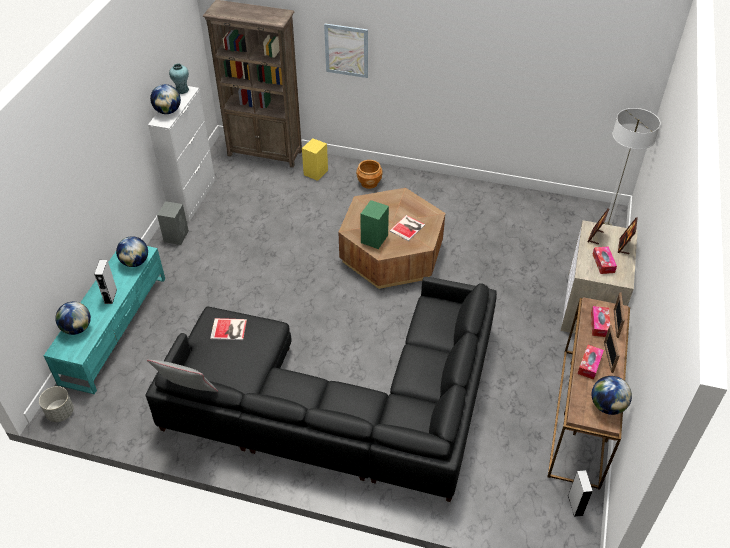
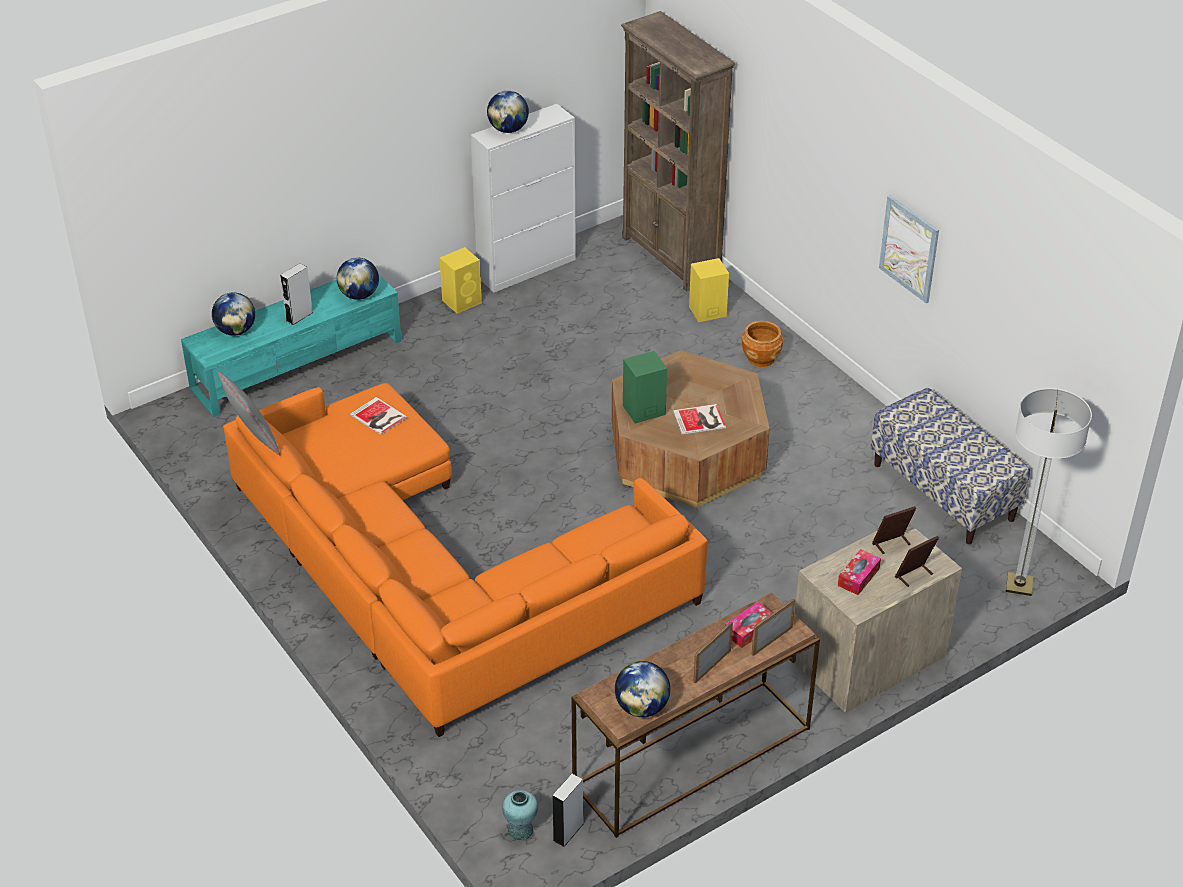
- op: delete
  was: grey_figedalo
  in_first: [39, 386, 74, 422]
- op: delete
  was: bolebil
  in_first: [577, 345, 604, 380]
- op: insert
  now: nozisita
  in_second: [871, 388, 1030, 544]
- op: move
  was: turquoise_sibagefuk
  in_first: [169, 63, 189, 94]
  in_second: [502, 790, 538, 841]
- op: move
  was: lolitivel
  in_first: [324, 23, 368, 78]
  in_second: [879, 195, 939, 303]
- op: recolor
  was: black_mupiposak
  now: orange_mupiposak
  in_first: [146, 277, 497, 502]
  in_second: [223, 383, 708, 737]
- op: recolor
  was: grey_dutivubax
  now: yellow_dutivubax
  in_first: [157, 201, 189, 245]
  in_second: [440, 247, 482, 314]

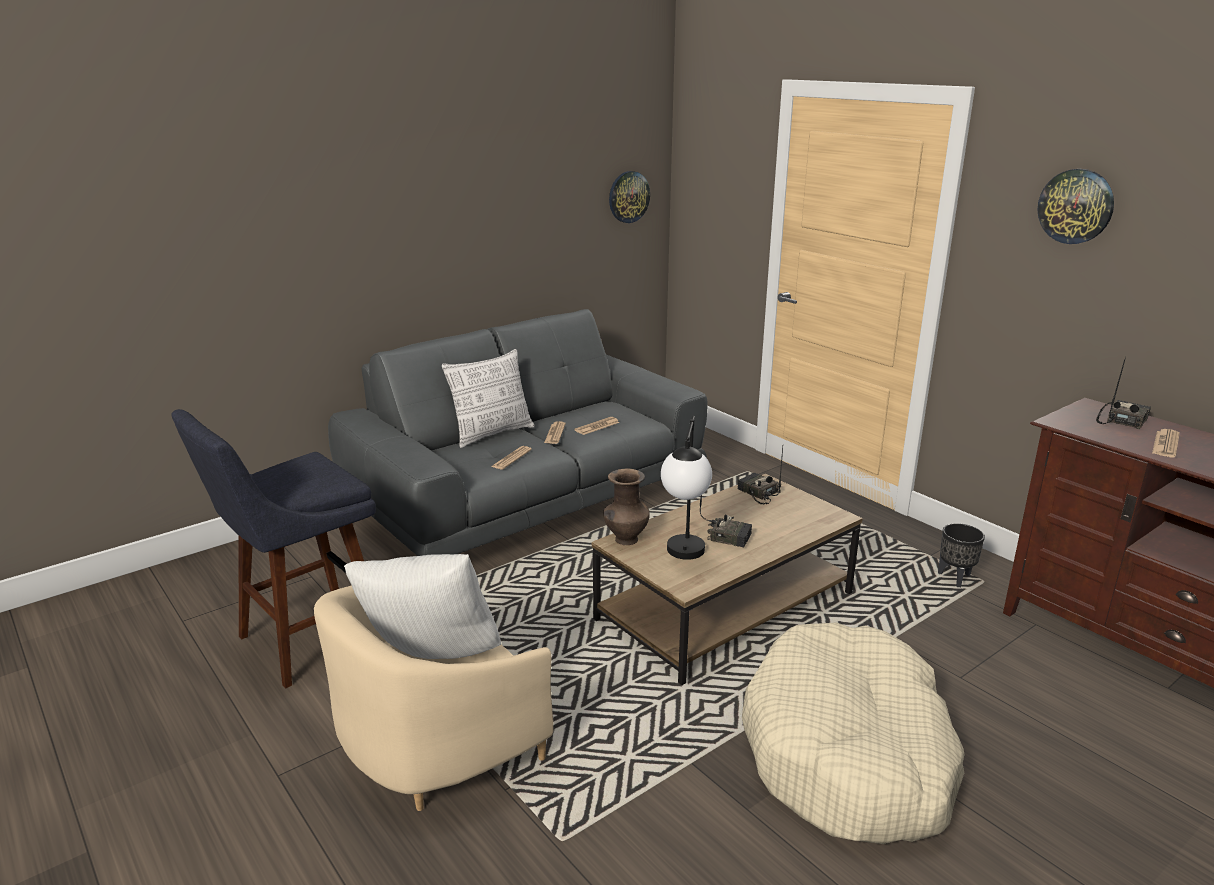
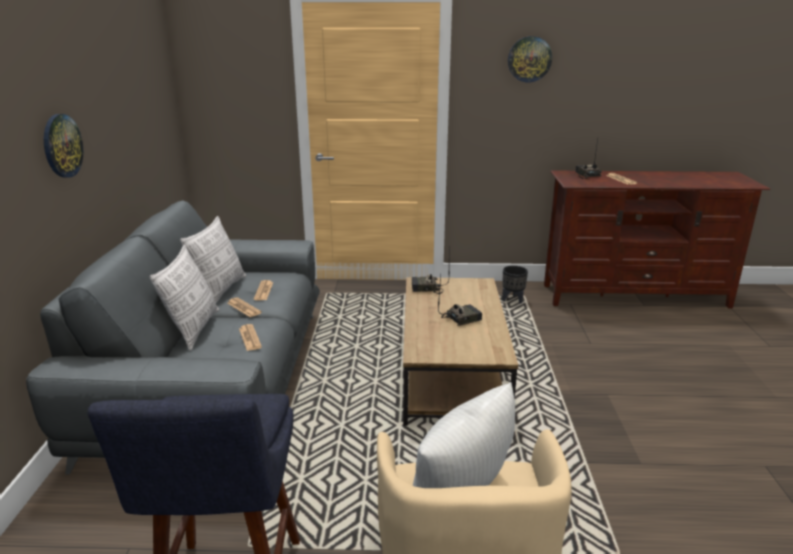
- op: delete
  was: brown_sibagefuk
  in_first: [603, 469, 650, 545]
- op: delete
  was: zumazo
  in_first: [661, 416, 712, 560]
- op: delete
  was: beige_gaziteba
  in_first: [742, 622, 965, 844]
- op: insert
  now: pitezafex
  in_second: [180, 216, 246, 303]
- op: move
  was: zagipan
  in_first: [609, 171, 650, 223]
  in_second: [44, 114, 83, 178]

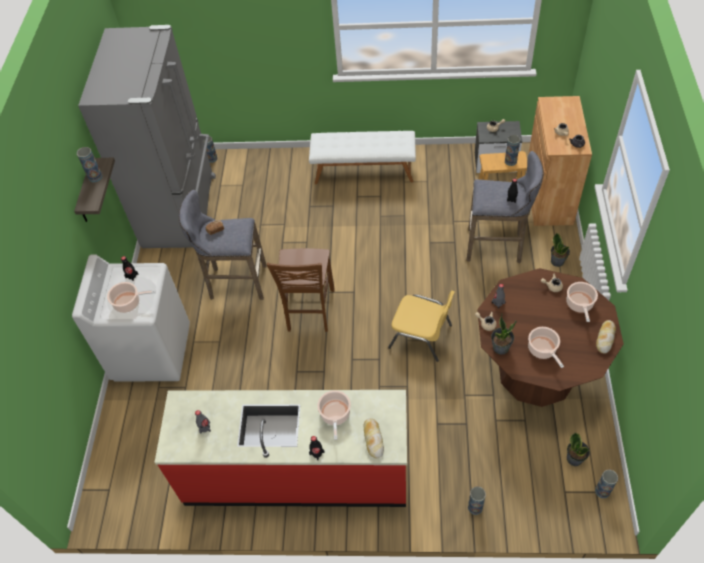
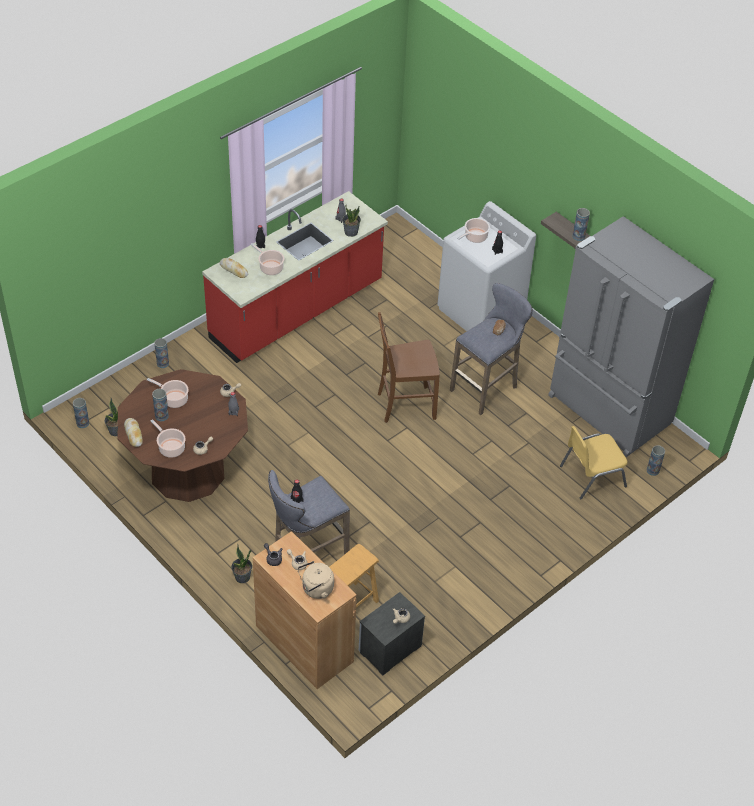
- op: delete
  was: white_nozisita
  in_first: [309, 131, 416, 184]
- op: insert
  now: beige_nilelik
  in_second: [297, 561, 334, 599]
- op: move
  was: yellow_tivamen
  in_first: [388, 291, 455, 362]
  in_second: [560, 426, 628, 500]
- op: move
  was: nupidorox
  in_first: [491, 313, 517, 355]
  in_second: [342, 206, 361, 237]
- op: move
  was: sibagefuk
  in_first: [505, 135, 520, 166]
  in_second: [152, 388, 169, 421]
- op: rotate
  was: brown_tivamen
  in_first: [267, 248, 335, 332]
  in_second: [378, 312, 440, 423]
  clockwise: -60

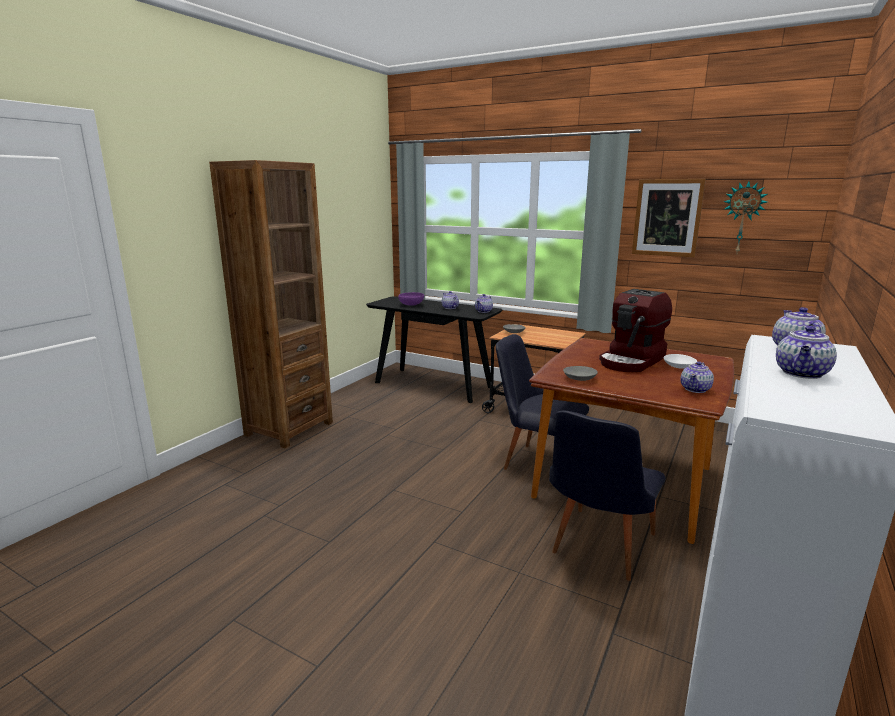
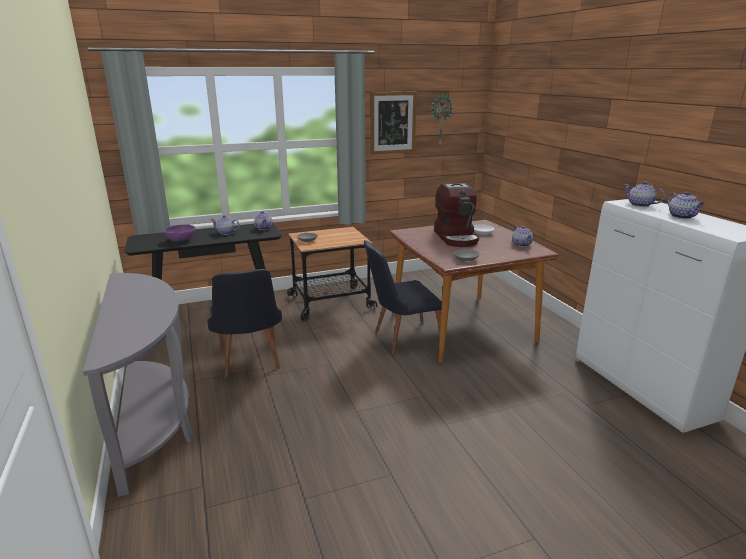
- op: move
  was: black_tivamen
  in_first: [549, 411, 666, 581]
  in_second: [207, 269, 282, 377]
- op: replace
  was: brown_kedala
  now: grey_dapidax
  in_first: [209, 160, 333, 448]
  in_second: [83, 273, 193, 497]

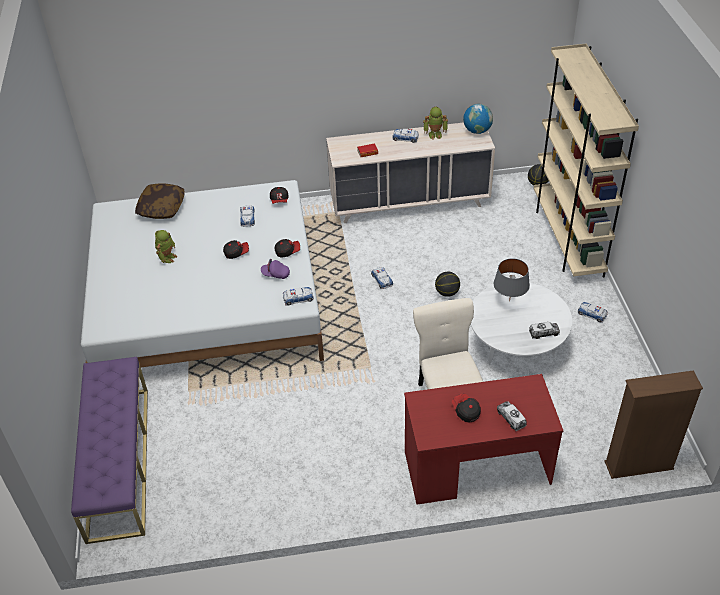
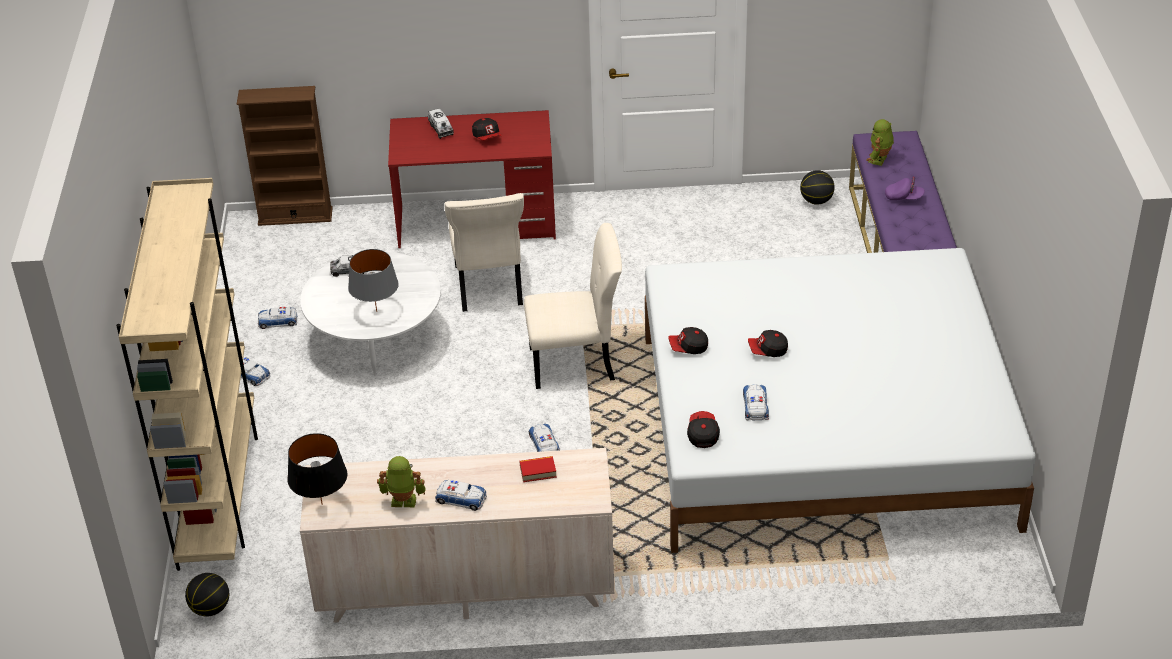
- op: delete
  was: pitezafex
  in_first: [135, 183, 185, 219]
- op: insert
  now: beige_tivamen
  in_second: [524, 223, 622, 389]
- op: move
  was: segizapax
  in_first: [155, 230, 178, 263]
  in_second: [866, 119, 894, 166]
- op: move
  was: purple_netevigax
  in_first: [261, 259, 290, 279]
  in_second: [885, 177, 925, 200]
- op: move
  was: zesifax
  in_first: [283, 287, 314, 306]
  in_second: [258, 307, 298, 329]
- op: move
  was: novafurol
  in_first: [435, 272, 460, 297]
  in_second: [800, 170, 835, 205]
- op: replace
  was: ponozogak
  now: black_zumazo
  in_first: [463, 104, 493, 134]
  in_second: [287, 433, 347, 505]

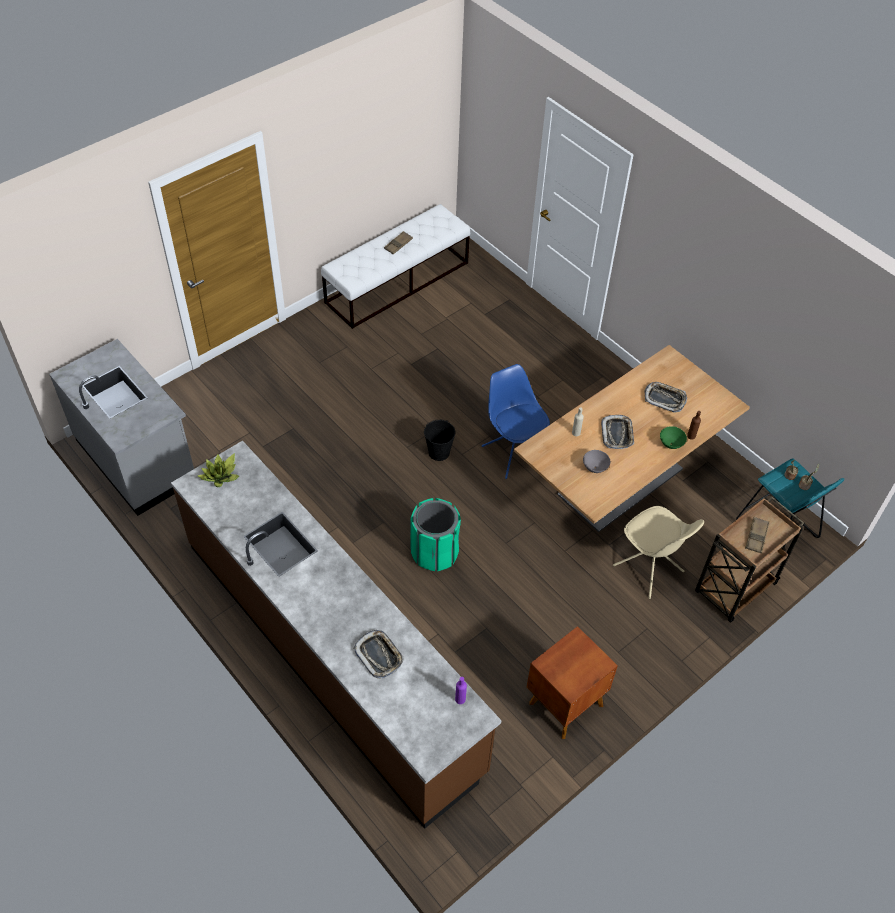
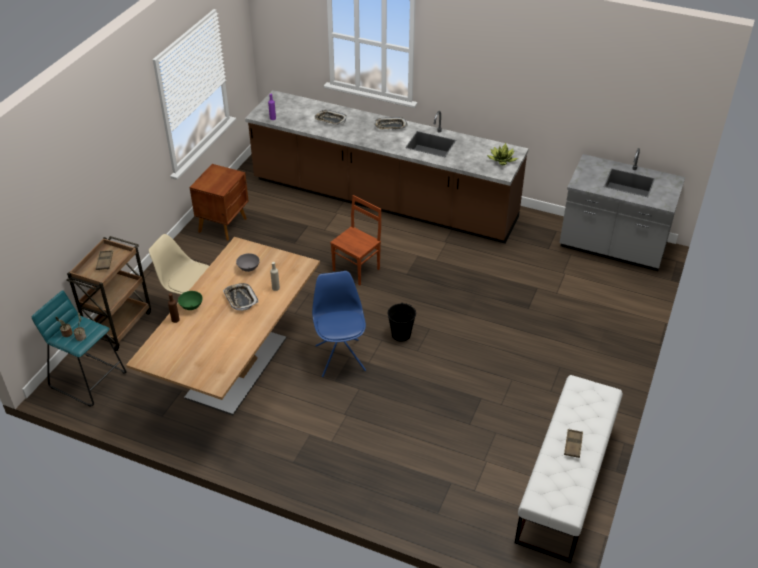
- op: move
  was: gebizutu
  in_first: [645, 382, 687, 412]
  in_second: [375, 117, 407, 129]
- op: replace
  was: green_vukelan
  now: brown_tivamen
  in_first: [410, 498, 461, 571]
  in_second: [330, 195, 381, 286]
- op: rotate
  was: blue_tivamen
  in_first: [482, 364, 550, 479]
  in_second: [312, 271, 366, 377]
  clockwise: -135

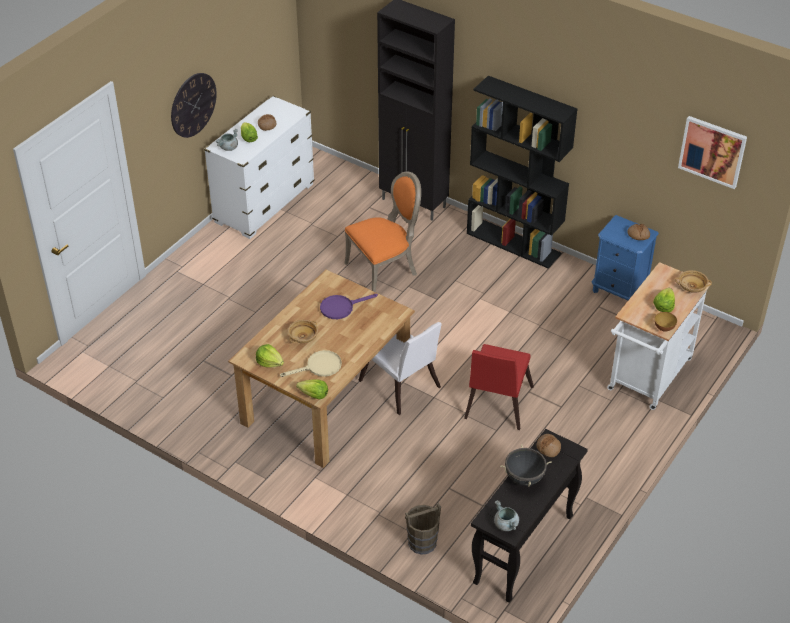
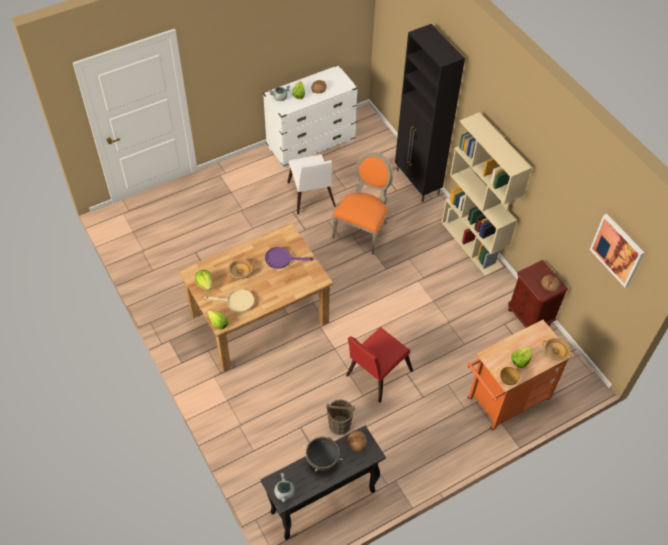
- op: delete
  was: zagipan
  in_first: [171, 73, 217, 138]
- op: move
  was: white_tivamen
  in_first: [359, 322, 442, 415]
  in_second: [288, 155, 336, 214]
- op: move
  was: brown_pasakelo
  in_first: [405, 503, 441, 555]
  in_second: [326, 399, 355, 435]
- op: recolor
  was: black_kedala
  now: beige_kedala
  in_first: [467, 76, 577, 269]
  in_second: [441, 112, 532, 276]
- op: recolor
  was: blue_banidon
  now: brown_banidon
  in_first: [592, 215, 659, 300]
  in_second: [508, 260, 568, 328]
- op: recolor
  was: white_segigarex
  now: orange_segigarex
  in_first: [607, 262, 710, 410]
  in_second: [467, 320, 573, 431]
- op: rotate
  was: orange_tivamen
  in_first: [345, 171, 421, 292]
  in_second: [332, 152, 393, 255]
  clockwise: -60

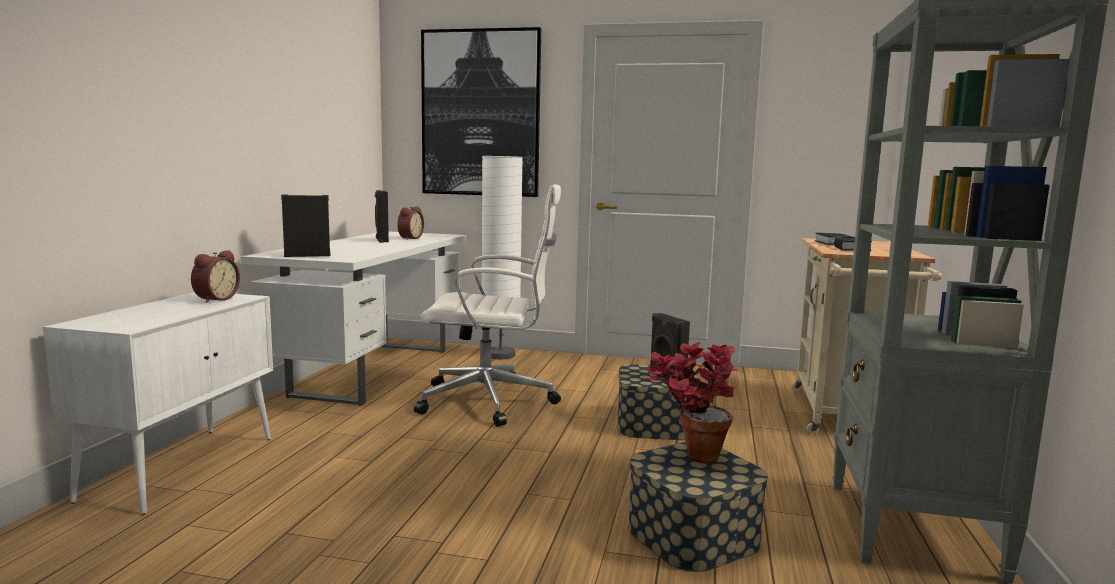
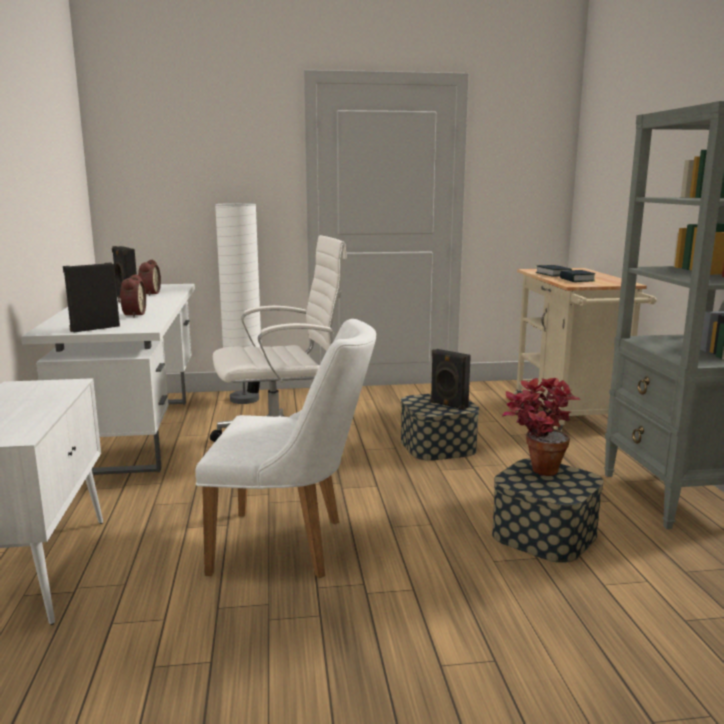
- op: delete
  was: lolitivel
  in_first: [421, 27, 541, 197]
- op: insert
  now: white_tivamen
  in_second: [195, 319, 376, 578]
- op: move
  was: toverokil
  in_first: [191, 250, 240, 303]
  in_second: [118, 274, 146, 318]

